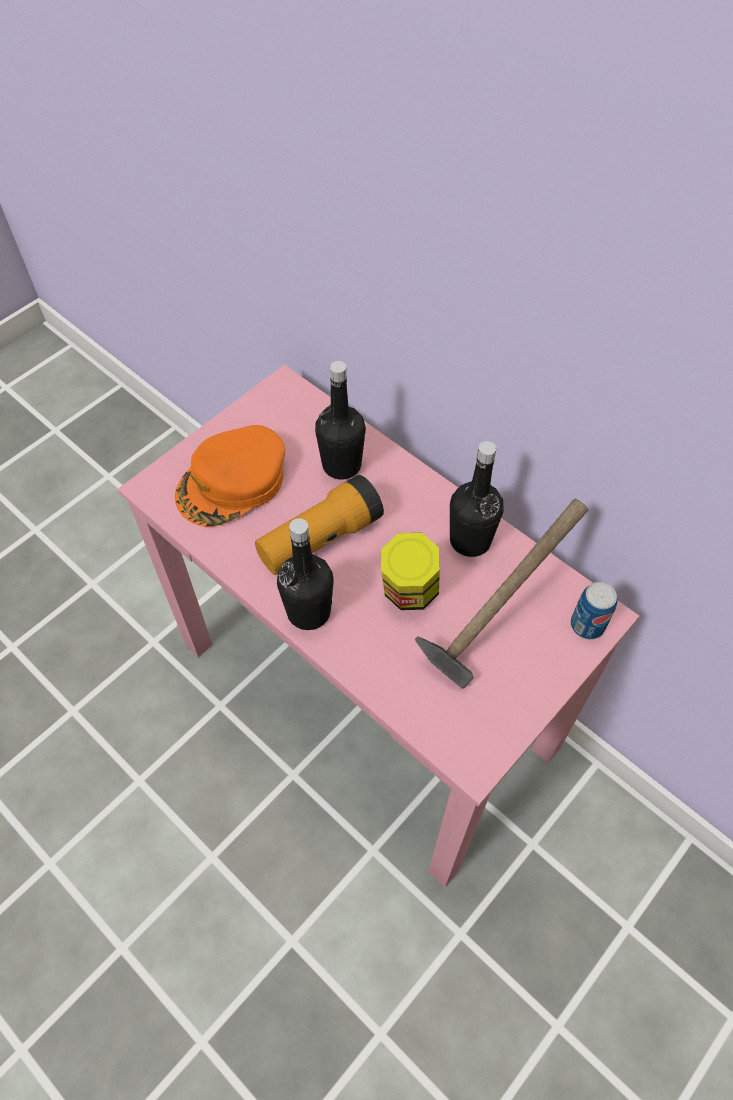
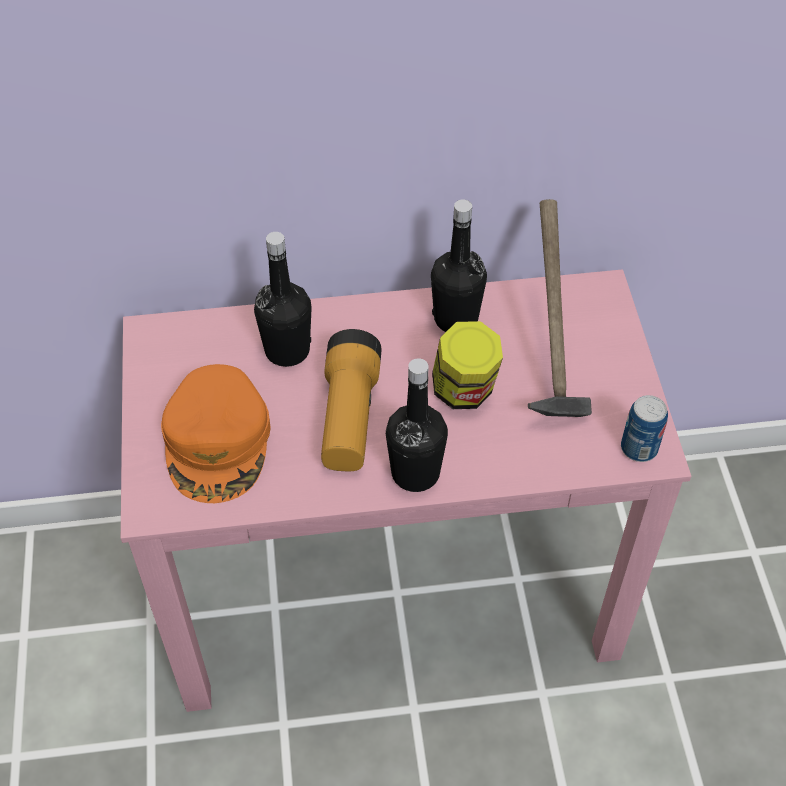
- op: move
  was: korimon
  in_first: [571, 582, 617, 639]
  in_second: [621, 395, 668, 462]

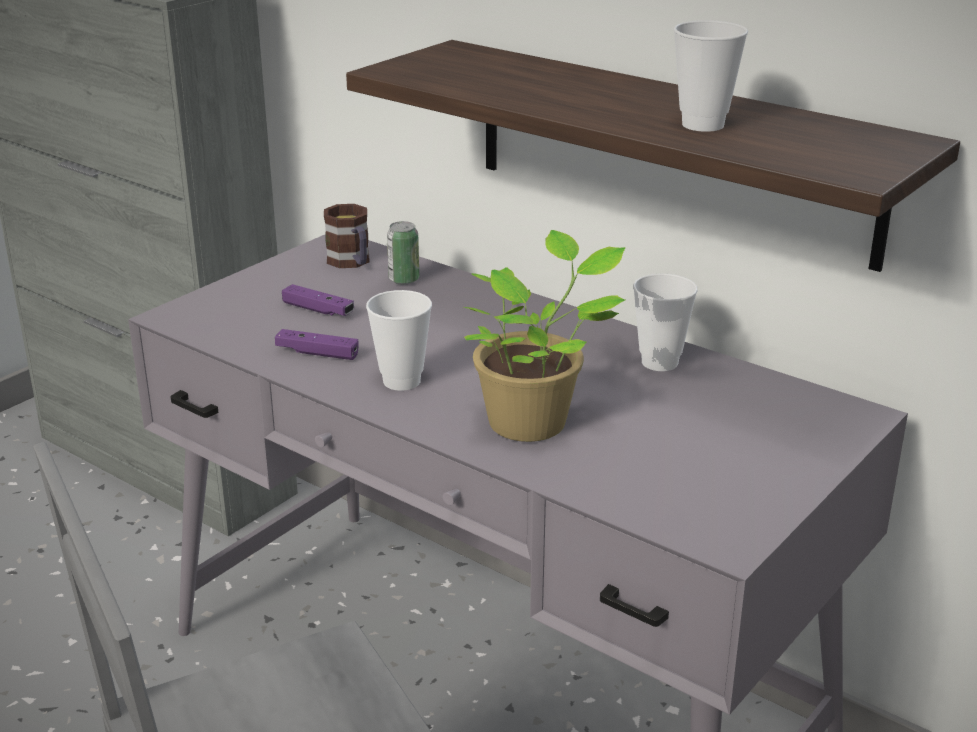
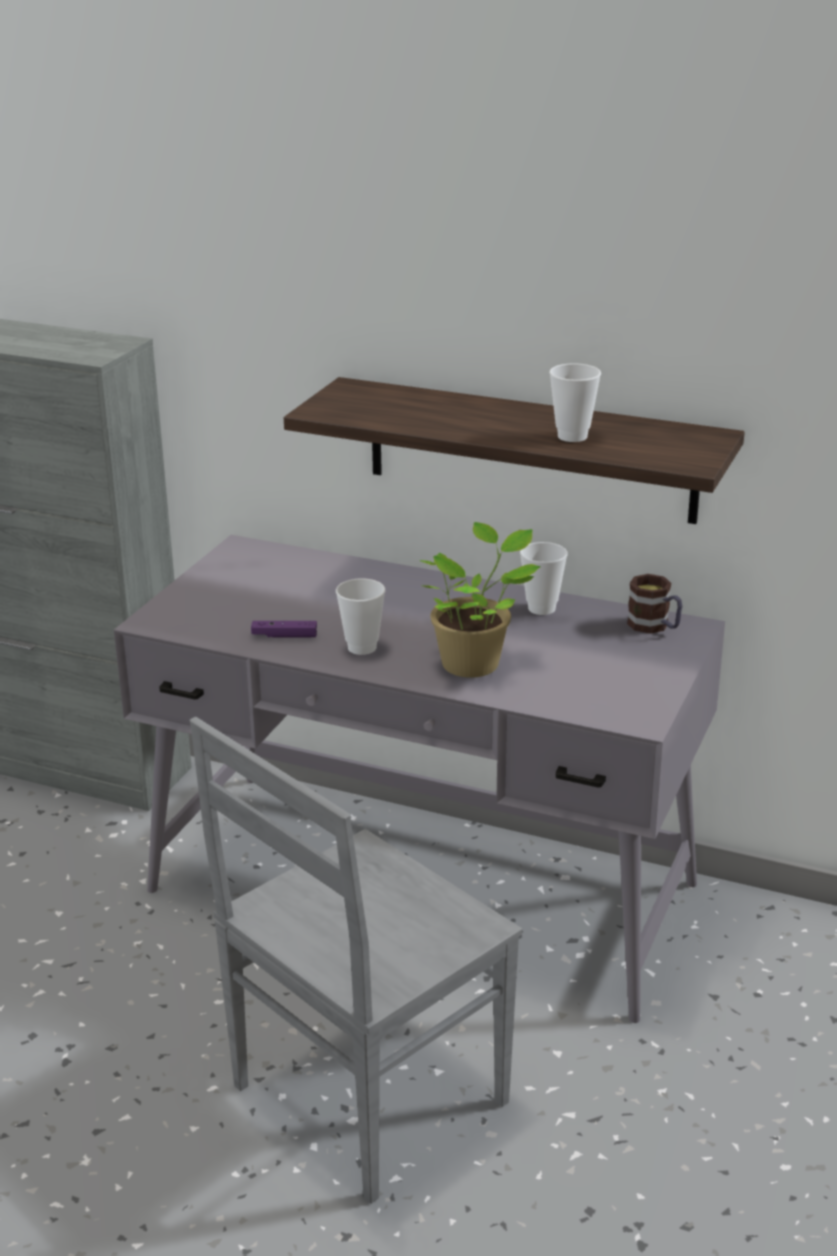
- op: delete
  was: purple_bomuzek
  in_first: [282, 284, 354, 316]
- op: delete
  was: korimon
  in_first: [387, 221, 419, 285]
- op: move
  was: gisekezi
  in_first: [324, 204, 370, 268]
  in_second: [627, 574, 682, 634]

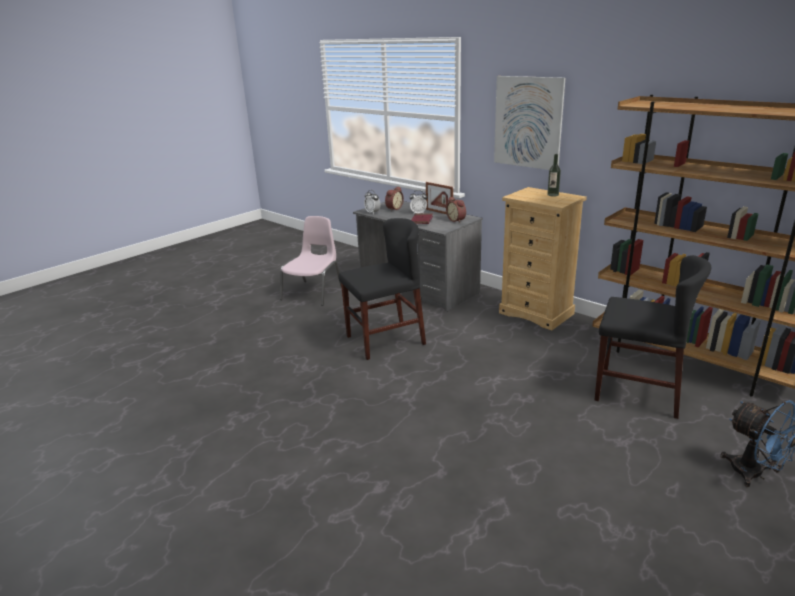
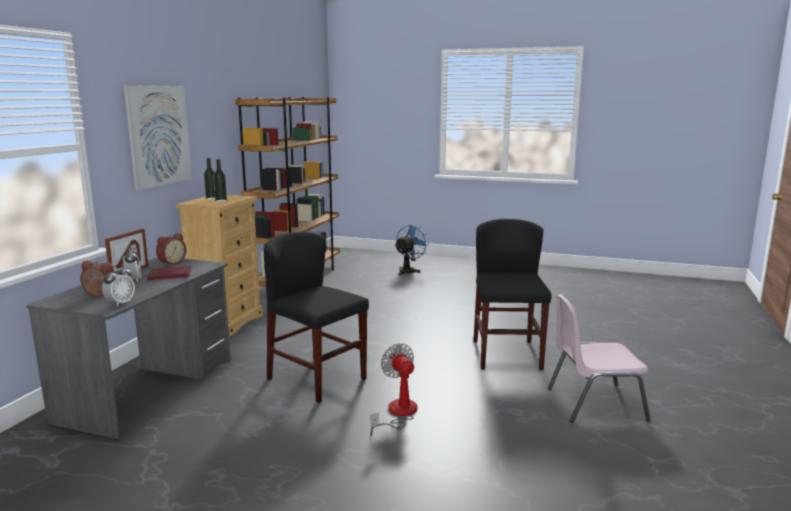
- op: insert
  now: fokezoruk
  in_second: [214, 159, 227, 202]
- op: insert
  now: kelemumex
  in_second: [370, 343, 417, 437]
- op: move
  was: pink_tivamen
  in_first: [280, 216, 341, 305]
  in_second: [548, 294, 651, 423]
- op: move
  was: black_tivamen
  in_first: [594, 255, 711, 419]
  in_second: [474, 219, 551, 370]

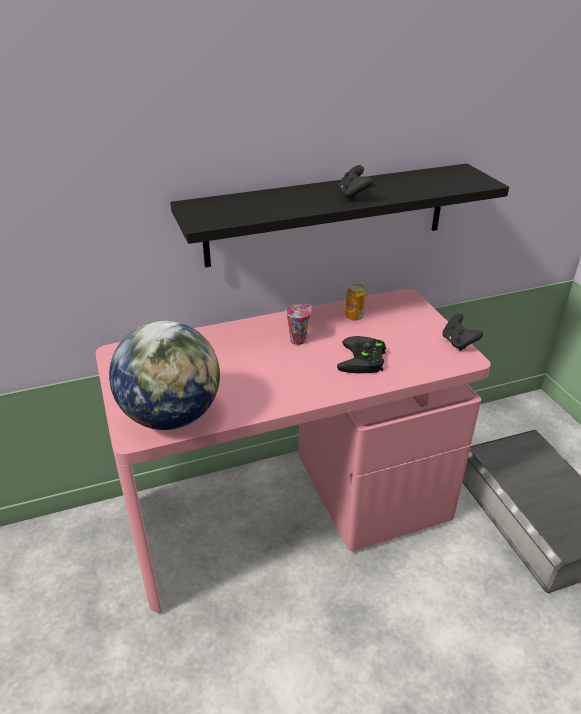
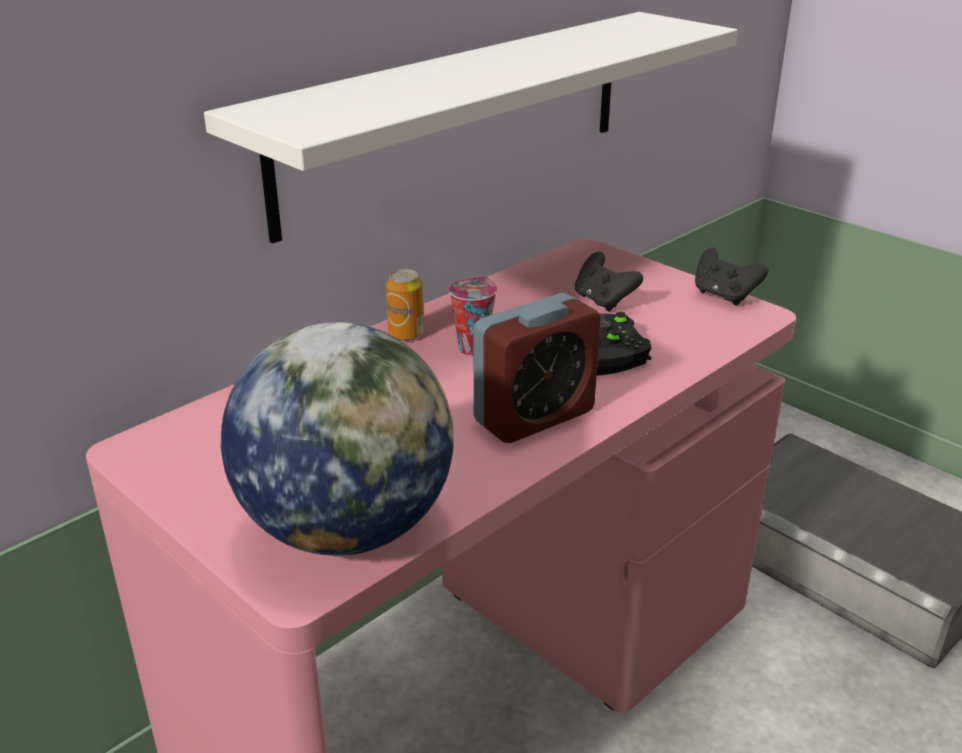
- op: insert
  now: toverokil
  in_second: [473, 293, 600, 443]
- op: move
  was: black_bomuzek
  in_first: [338, 165, 373, 201]
  in_second: [575, 252, 643, 311]
- op: move
  was: korimon
  in_first: [345, 284, 366, 320]
  in_second: [386, 269, 424, 341]
- op: recolor
  was: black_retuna
  now: white_retuna
  in_first: [170, 164, 509, 267]
  in_second: [204, 12, 738, 244]

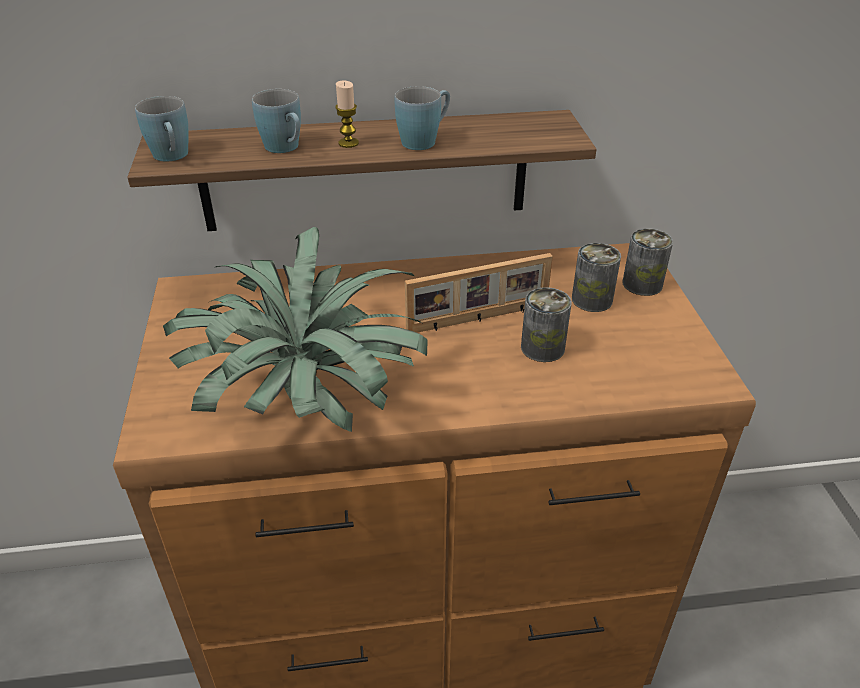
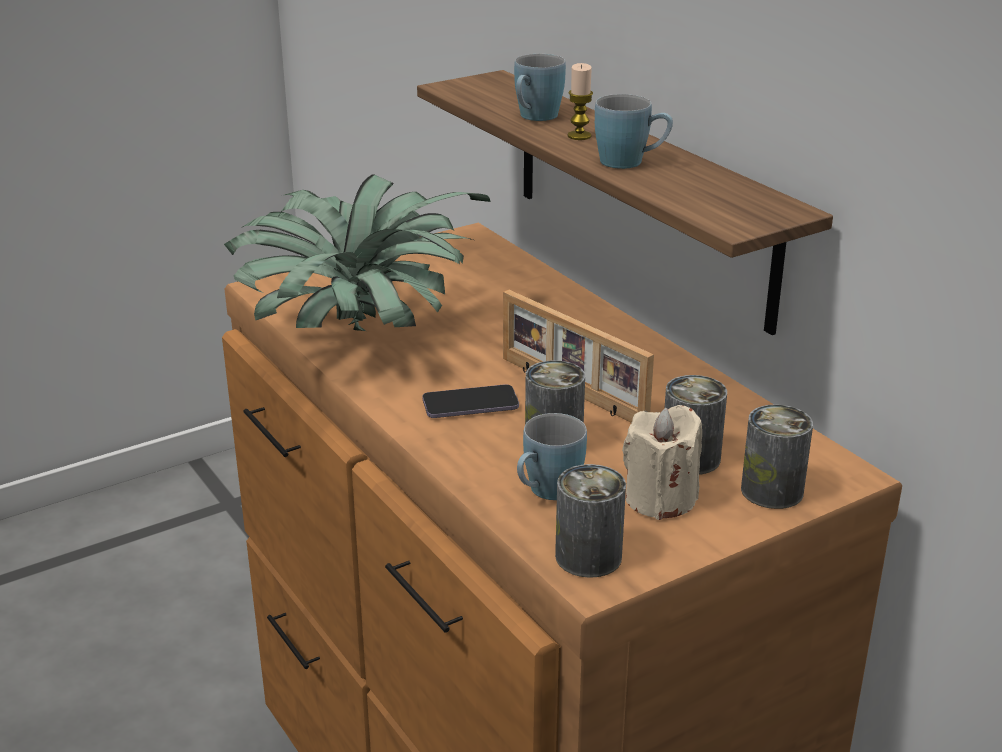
- op: insert
  now: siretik
  in_second: [422, 384, 519, 418]
- op: insert
  now: korimon
  in_second: [555, 464, 626, 578]
- op: insert
  now: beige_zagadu
  in_second: [622, 405, 702, 520]
- op: move
  was: blue_gisekezi
  in_first: [135, 96, 189, 162]
  in_second: [517, 413, 587, 500]

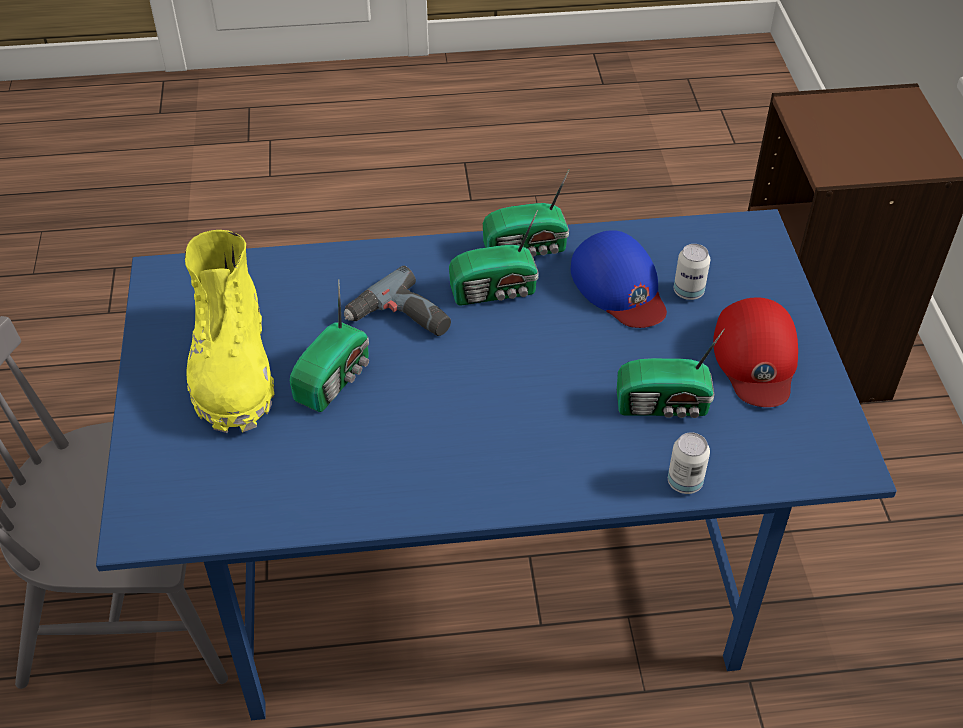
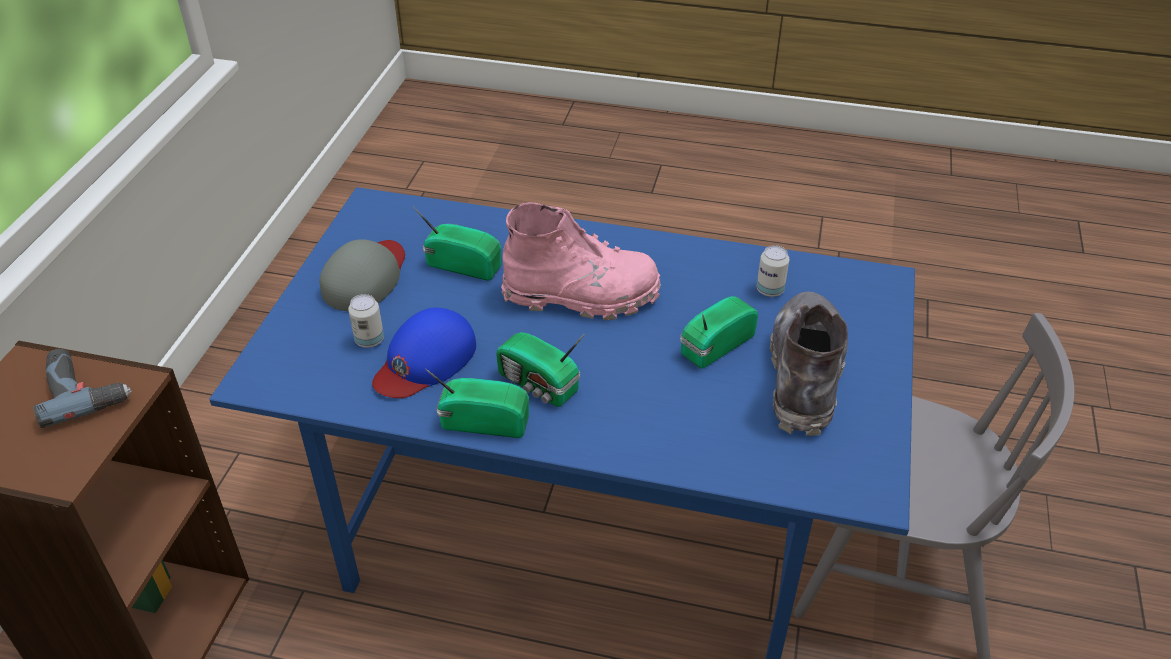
- op: insert
  now: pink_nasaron
  in_second: [501, 203, 661, 320]
- op: move
  was: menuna
  in_first: [344, 266, 451, 336]
  in_second: [34, 349, 131, 428]
- op: move
  was: korimon
  in_first: [668, 432, 710, 494]
  in_second: [757, 245, 789, 297]
- op: recolor
  was: yellow_nasaron
  now: grey_nasaron
  in_first: [185, 230, 275, 433]
  in_second: [770, 292, 848, 436]
- op: recolor
  was: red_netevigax
  now: grey_netevigax
  in_first: [713, 297, 798, 407]
  in_second: [320, 239, 405, 311]
- op: rotate
  was: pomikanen
  in_first: [449, 210, 539, 306]
  in_second: [496, 332, 585, 407]
  clockwise: -150
- op: rotate
  was: blue_netevigax
  in_first: [571, 230, 667, 328]
  in_second: [372, 308, 476, 398]
  clockwise: -135

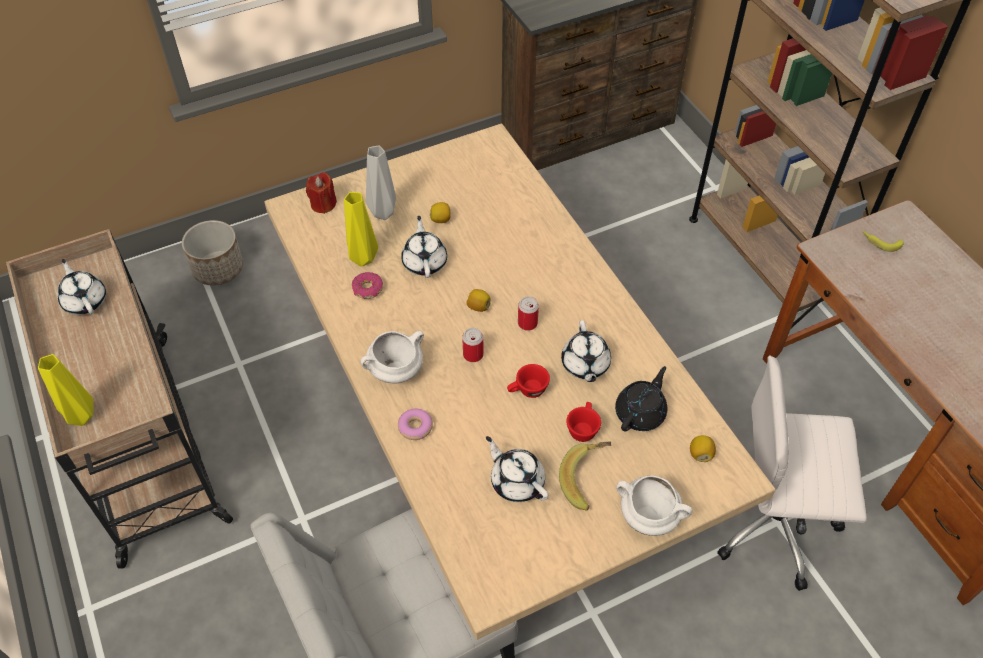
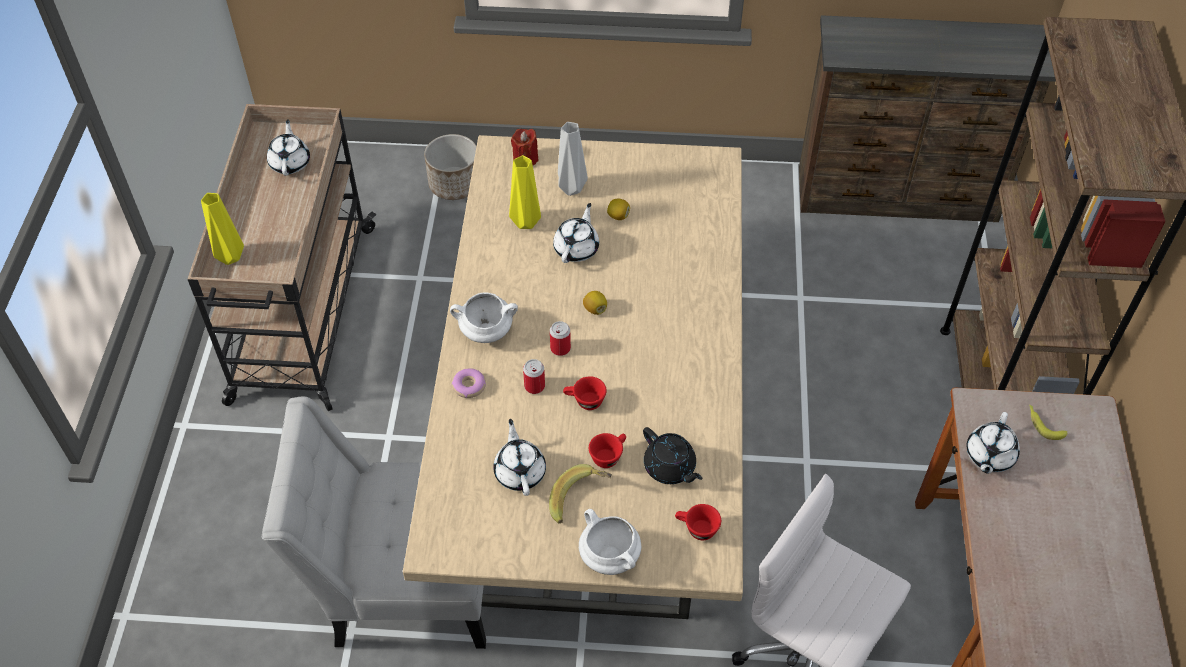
- op: delete
  was: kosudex
  in_first: [352, 272, 383, 299]
- op: move
  was: korimon
  in_first: [518, 296, 539, 331]
  in_second: [523, 359, 545, 394]
- op: move
  was: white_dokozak
  in_first: [561, 320, 611, 382]
  in_second: [967, 412, 1020, 474]
- op: replace
  was: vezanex
  now: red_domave
  in_first: [690, 435, 716, 462]
  in_second: [675, 504, 721, 541]
- op: rotate
  was: black_dokozak
  in_first: [615, 366, 667, 431]
  in_second: [643, 427, 702, 484]
  clockwise: 75

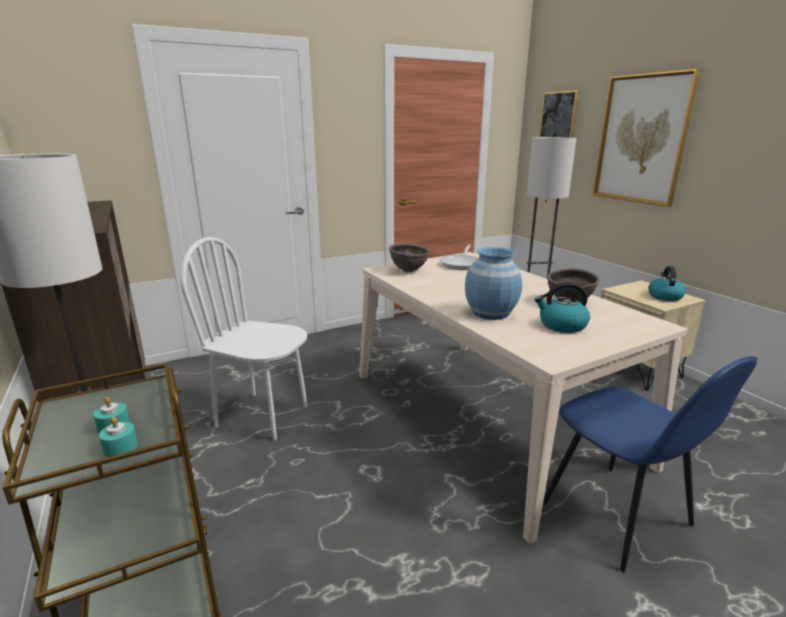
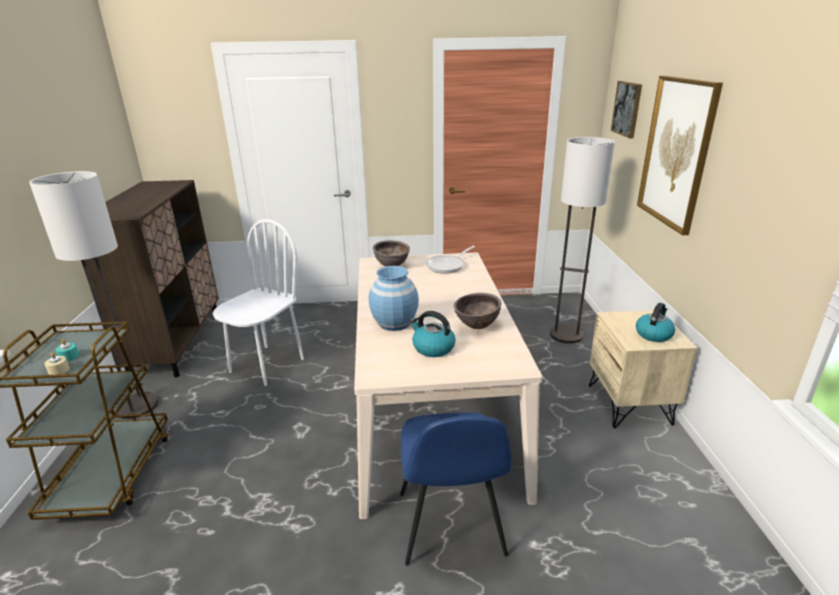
- op: recolor
  was: turquoise_zagadu
  now: beige_zagadu
  in_first: [99, 416, 138, 457]
  in_second: [45, 352, 70, 375]
- op: rotate
  was: white_tivamen
  in_first: [181, 237, 307, 440]
  in_second: [213, 219, 304, 386]
  clockwise: 75

